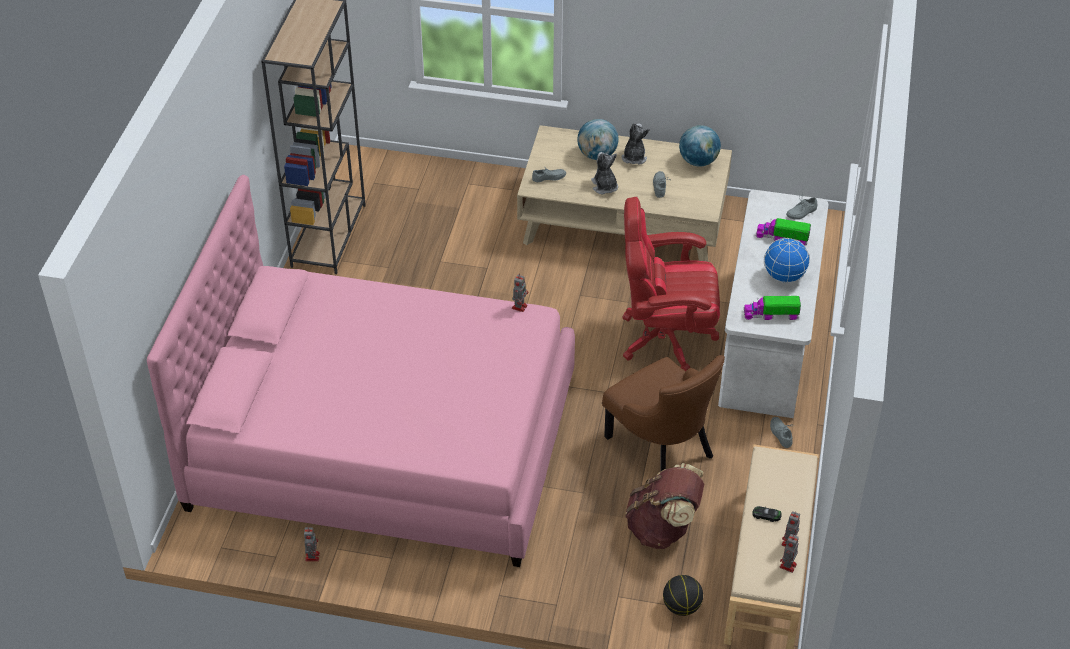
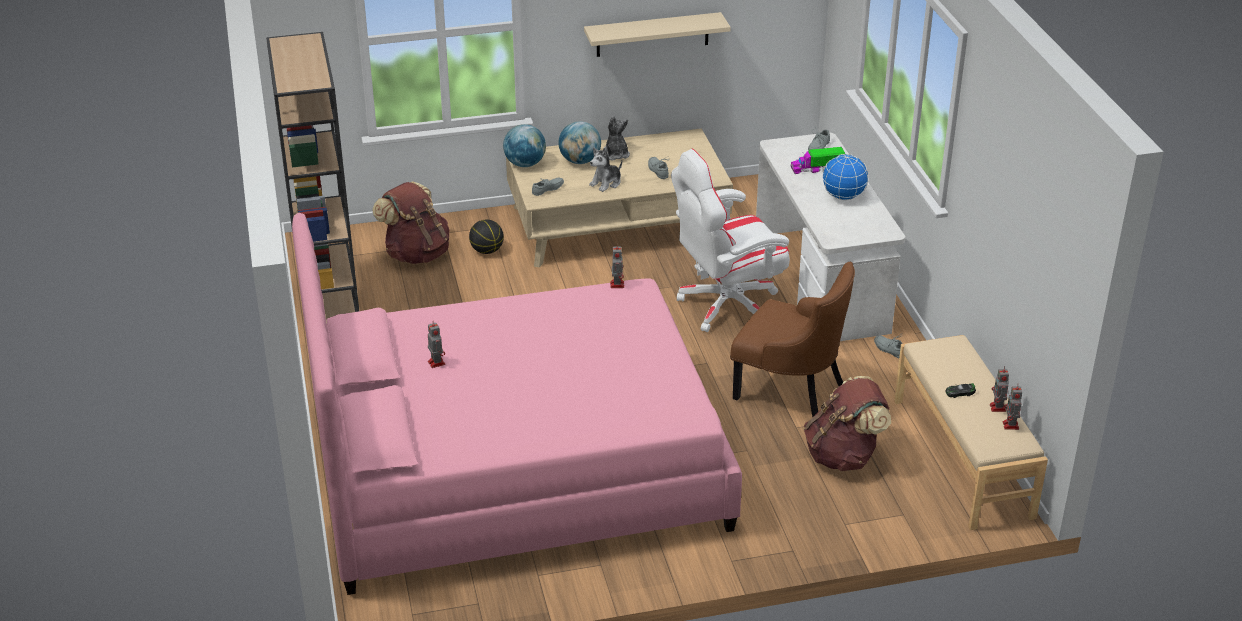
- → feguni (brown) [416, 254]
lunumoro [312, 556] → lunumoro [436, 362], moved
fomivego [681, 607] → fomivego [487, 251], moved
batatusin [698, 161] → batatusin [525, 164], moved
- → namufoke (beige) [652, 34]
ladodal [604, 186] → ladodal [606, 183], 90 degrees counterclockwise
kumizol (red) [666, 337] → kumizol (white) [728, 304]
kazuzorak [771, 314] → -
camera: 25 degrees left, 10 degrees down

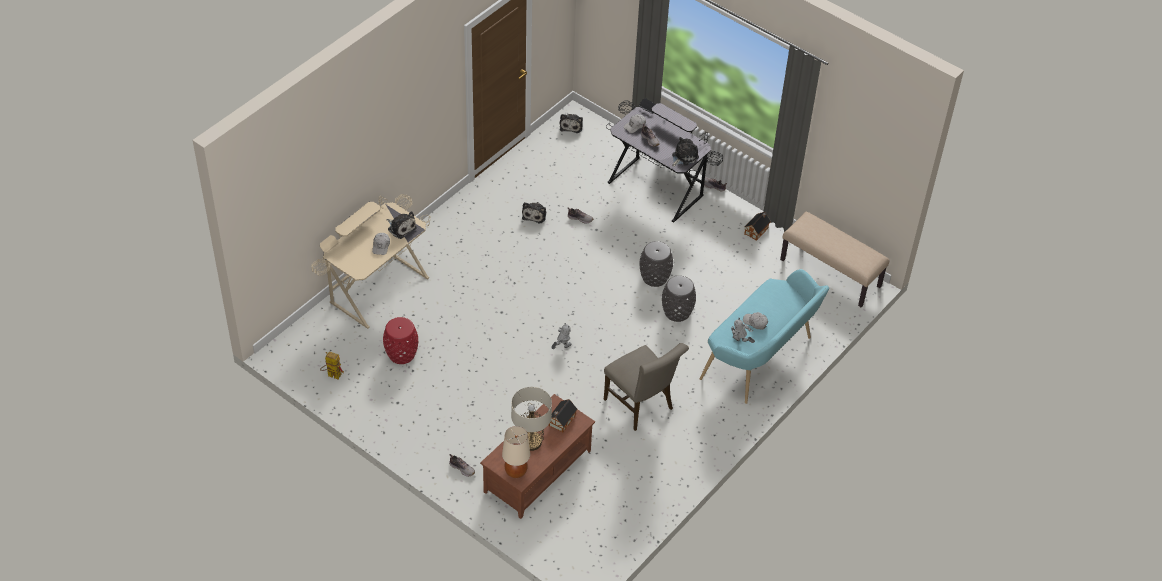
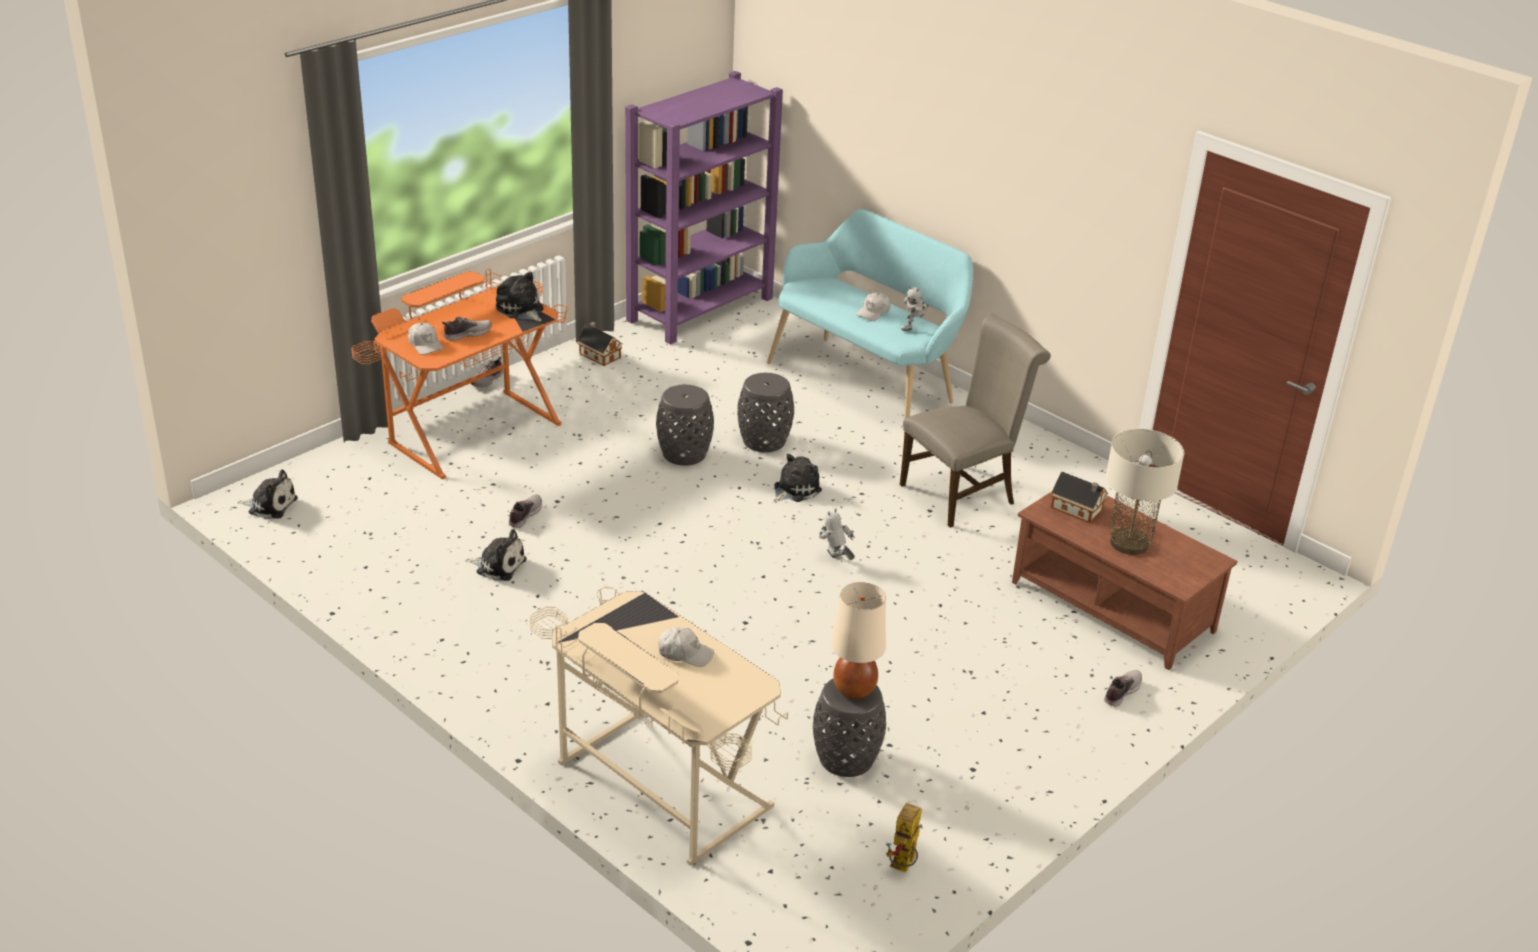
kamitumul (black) [657, 187] → kamitumul (orange) [472, 431]
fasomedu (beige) [831, 273] → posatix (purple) [700, 309]
ladodal [401, 227] → ladodal [794, 489], moved
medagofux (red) [401, 354] → medagofux (grey) [846, 758]
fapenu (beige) [516, 472] → fapenu (beige) [855, 690], moved
camera: 85 degrees left, 15 degrees down

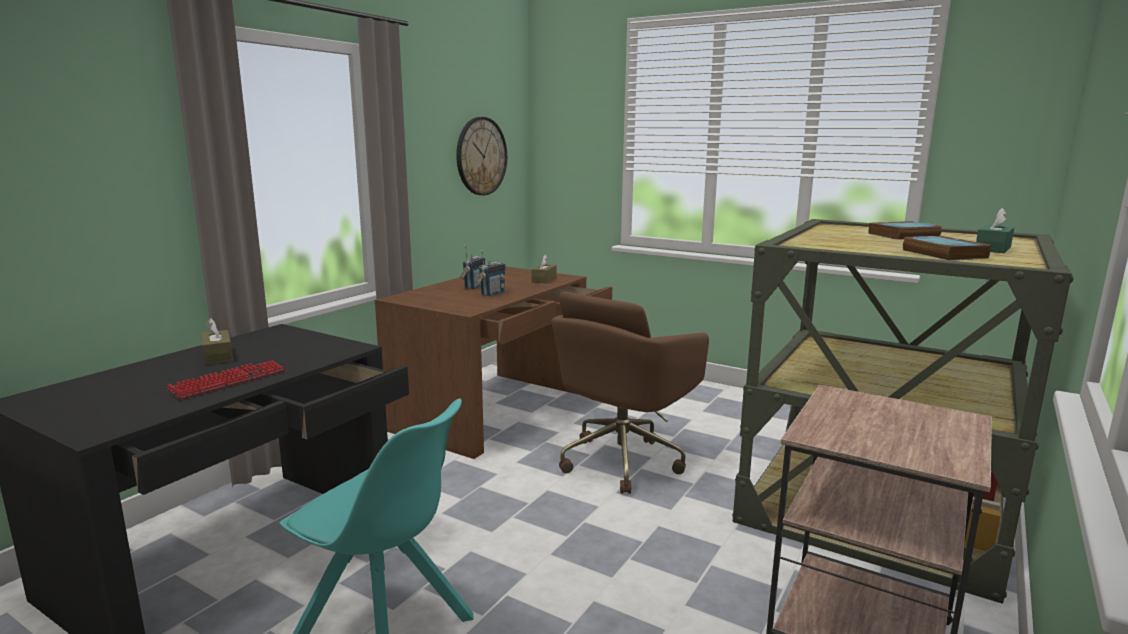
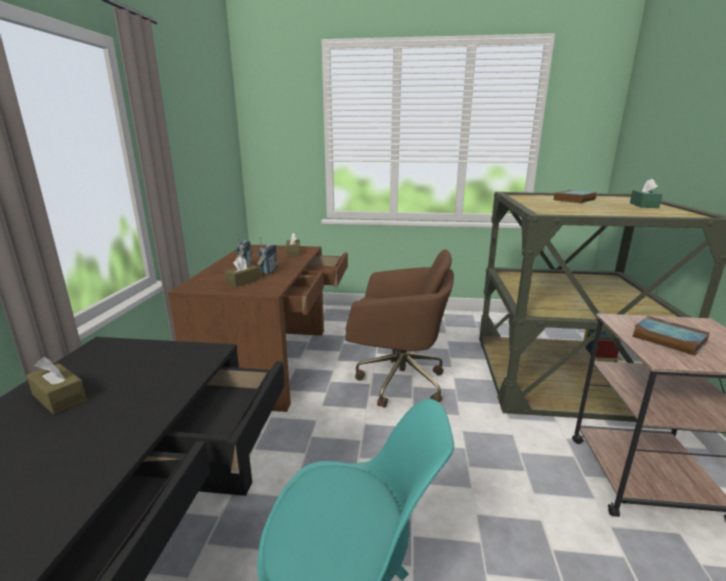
- → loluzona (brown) [243, 281]
kumizol (brown) [624, 460] → kumizol (brown) [397, 383], 90 degrees counterclockwise
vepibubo [941, 253] → vepibubo [666, 339], moved
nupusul [229, 381] → -
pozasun [481, 156] → -
camera: 25 degrees left, 5 degrees up

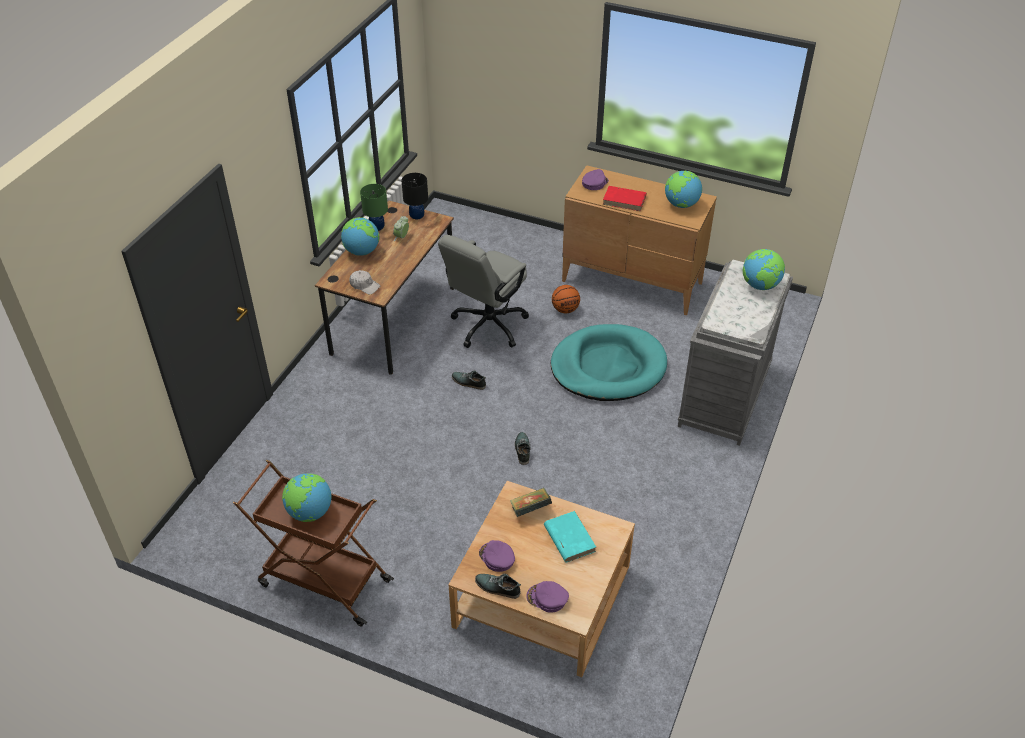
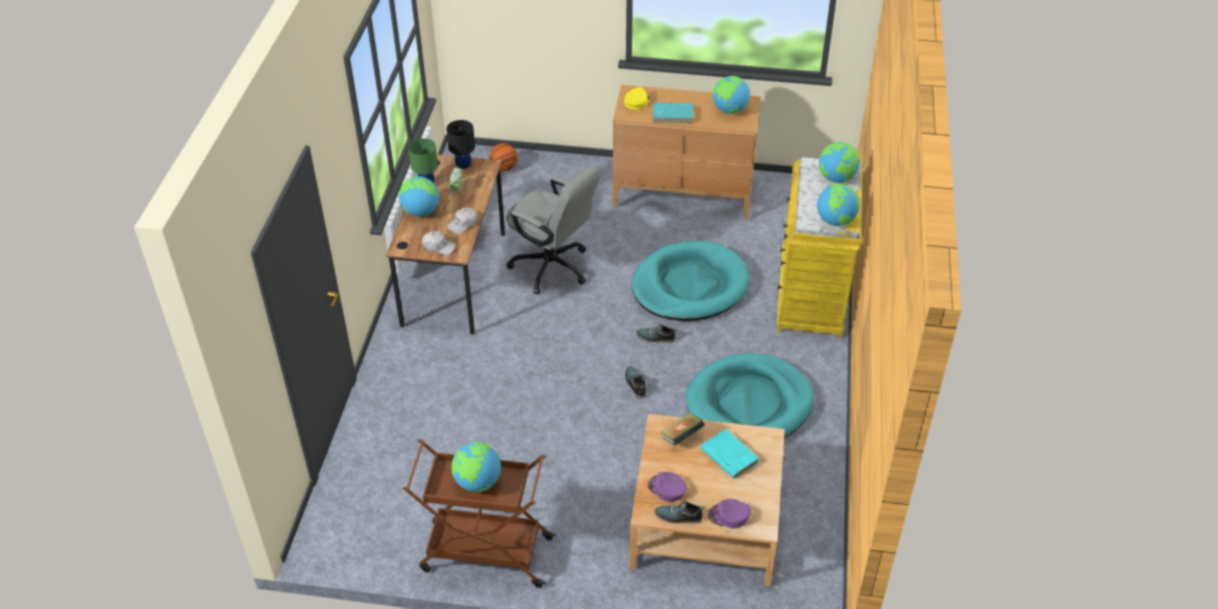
- → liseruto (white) [463, 224]
fomivego [565, 309] → fomivego [504, 168], moved
kumizol (grey) [487, 328] → kumizol (grey) [554, 269], 75 degrees counterclockwise
liseruto (purple) [594, 183] → liseruto (yellow) [636, 101]
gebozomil [468, 382] → gebozomil [655, 337], moved
vepibubo (red) [624, 200] → vepibubo (turquoise) [673, 115]
- → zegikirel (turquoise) [749, 404]
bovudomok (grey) [724, 395] → bovudomok (yellow) [811, 293]
- → batatusin [835, 221]
camera: 15 degrees left, 0 degrees up

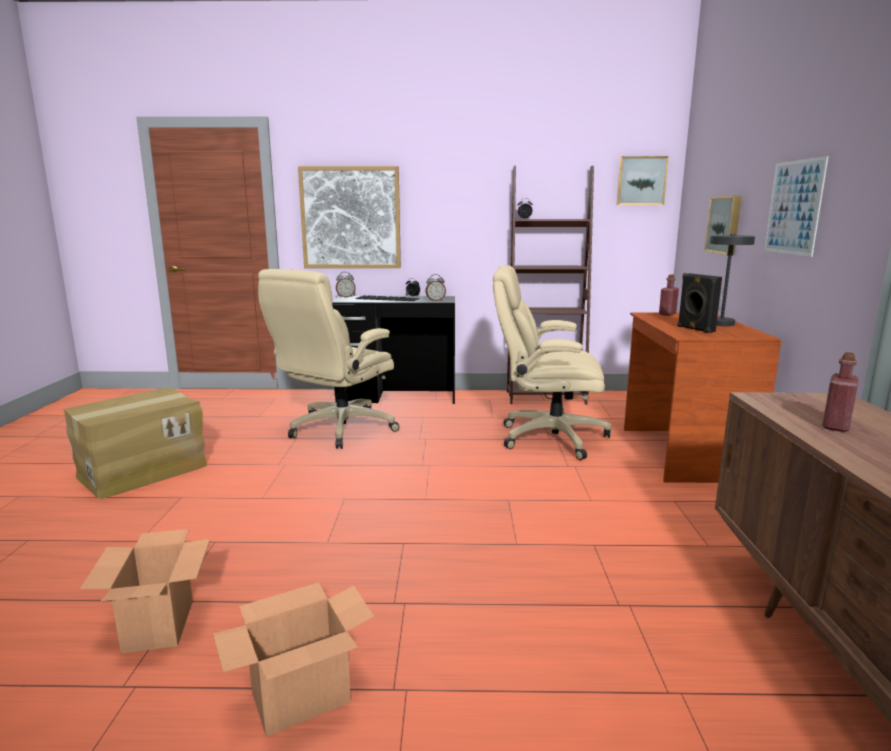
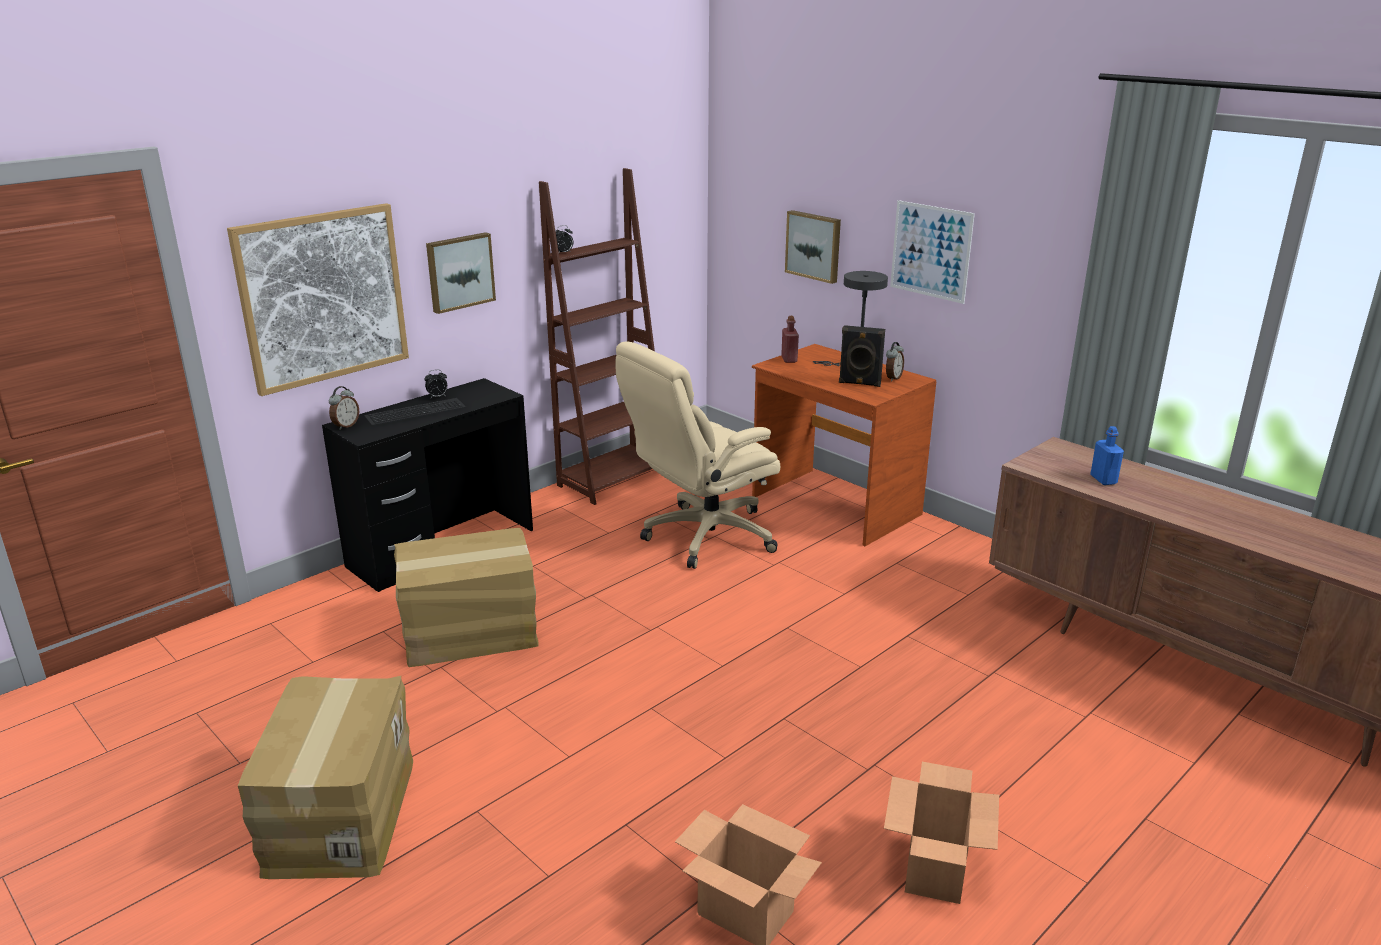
kumizol (beige) [336, 431] → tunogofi [470, 633]
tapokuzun [641, 181] → tapokuzun [459, 271], moved
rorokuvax [435, 300] → rorokuvax [893, 378], moved
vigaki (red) [835, 426] → vigaki (blue) [1103, 480]
camera: 45 degrees left, 10 degrees up

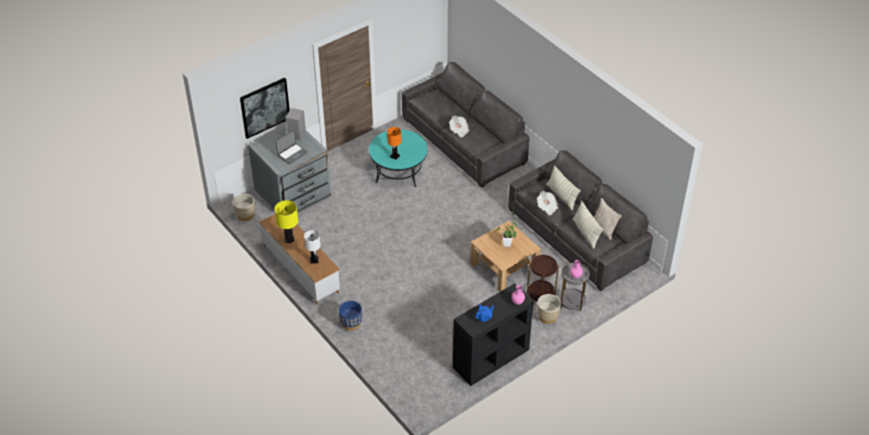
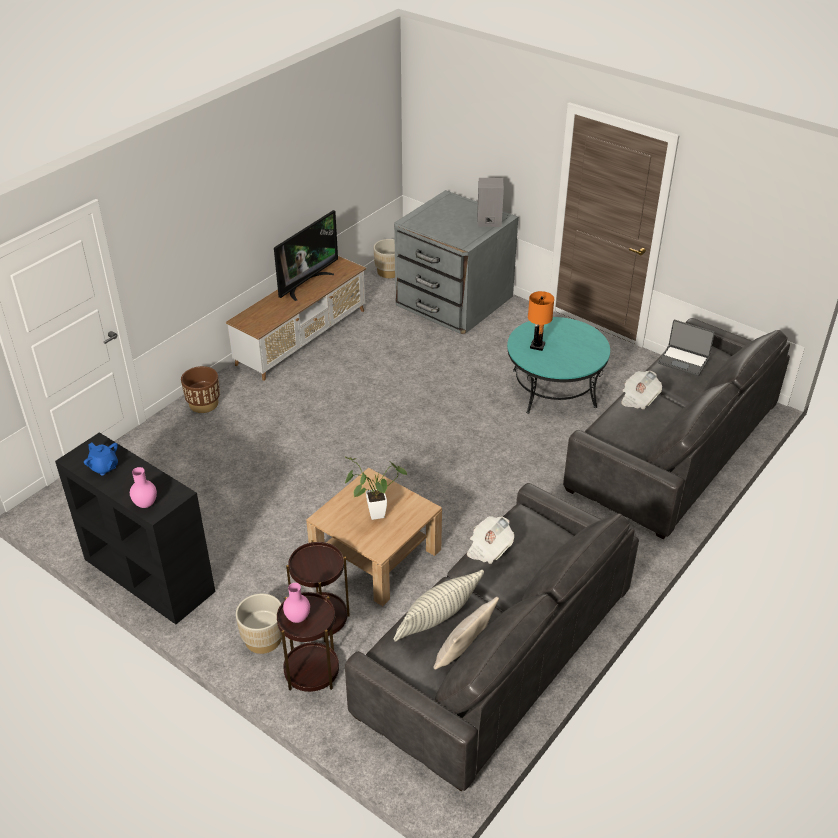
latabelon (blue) [351, 323] → latabelon (brown) [204, 404]
fapenu (yellow) [289, 239] → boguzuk [306, 284]
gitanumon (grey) [572, 301] → gitanumon (brown) [311, 672]
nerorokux [292, 154] → nerorokux [683, 361], moved
tapokuzun [265, 107] → -
fapenu (white) [314, 260] → -
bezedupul [561, 196] → -
camera: 75 degrees right, 5 degrees down

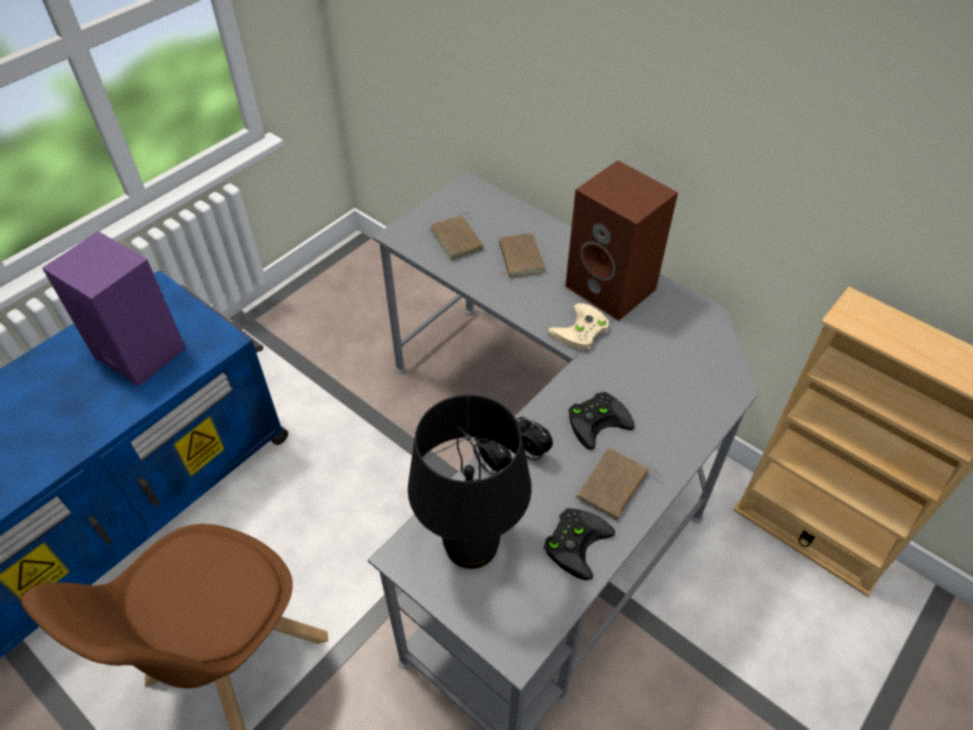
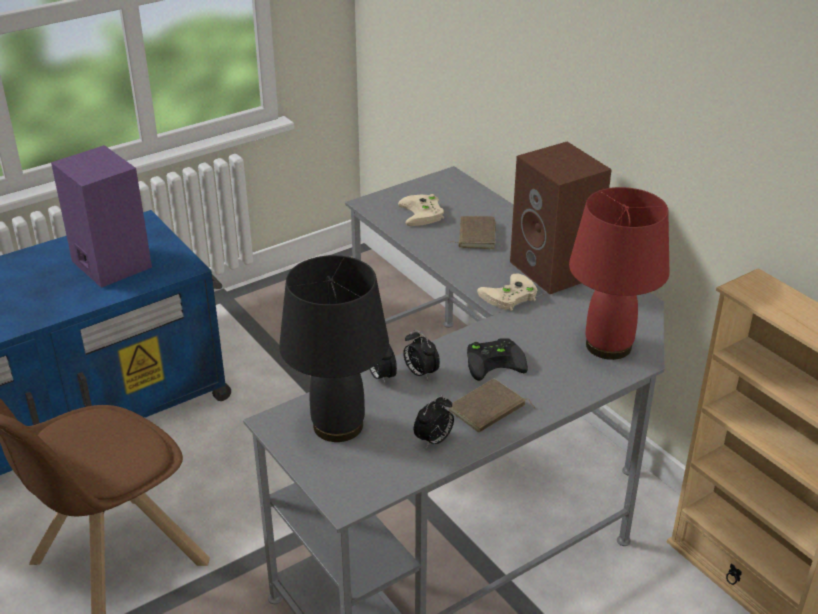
vepibubo (brown) [458, 239] → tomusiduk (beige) [423, 214]
tomusiduk (black) [575, 541] → rorokuvax [434, 440]
- → fapenu (red) [608, 346]
camera: 15 degrees right, 15 degrees down

